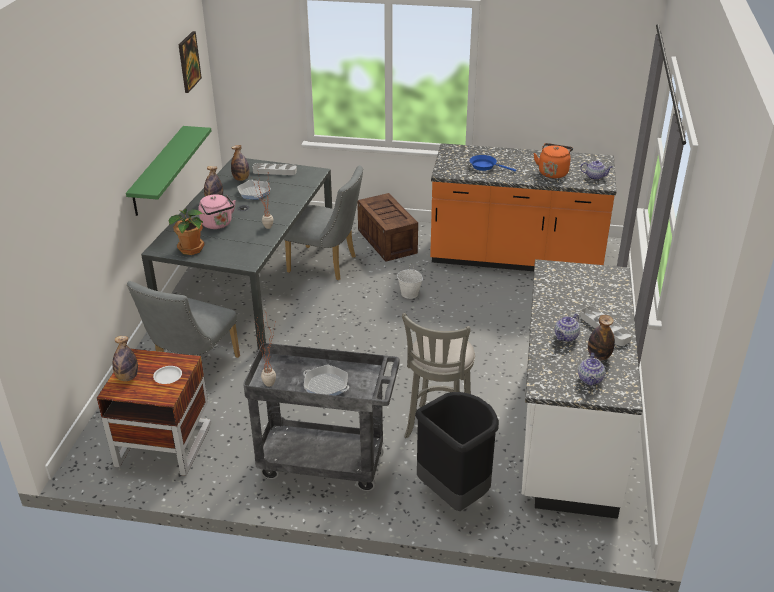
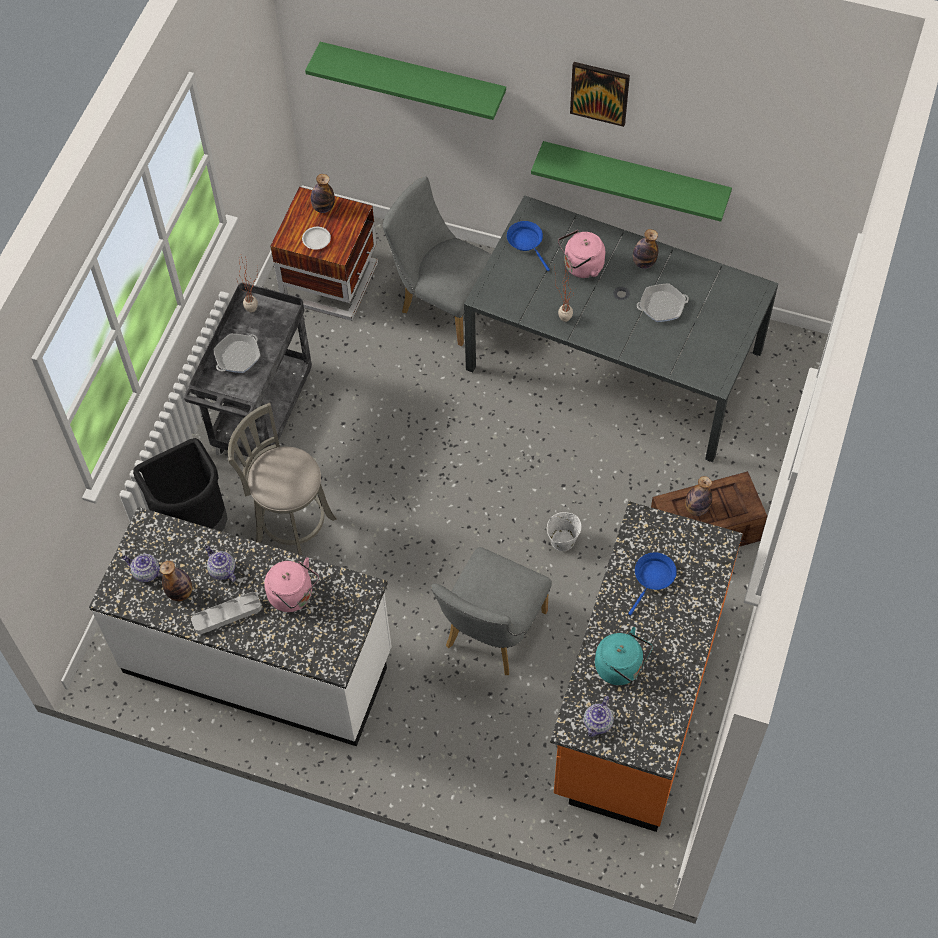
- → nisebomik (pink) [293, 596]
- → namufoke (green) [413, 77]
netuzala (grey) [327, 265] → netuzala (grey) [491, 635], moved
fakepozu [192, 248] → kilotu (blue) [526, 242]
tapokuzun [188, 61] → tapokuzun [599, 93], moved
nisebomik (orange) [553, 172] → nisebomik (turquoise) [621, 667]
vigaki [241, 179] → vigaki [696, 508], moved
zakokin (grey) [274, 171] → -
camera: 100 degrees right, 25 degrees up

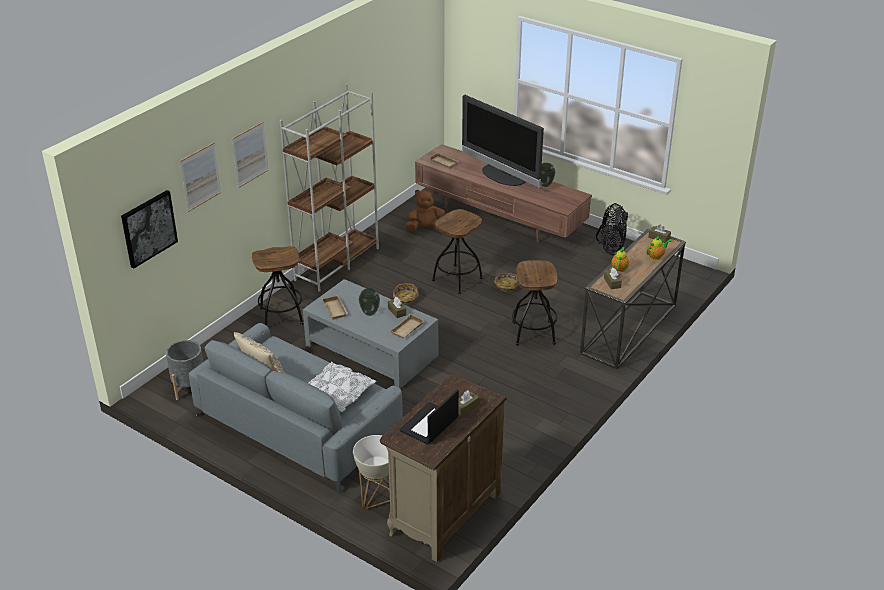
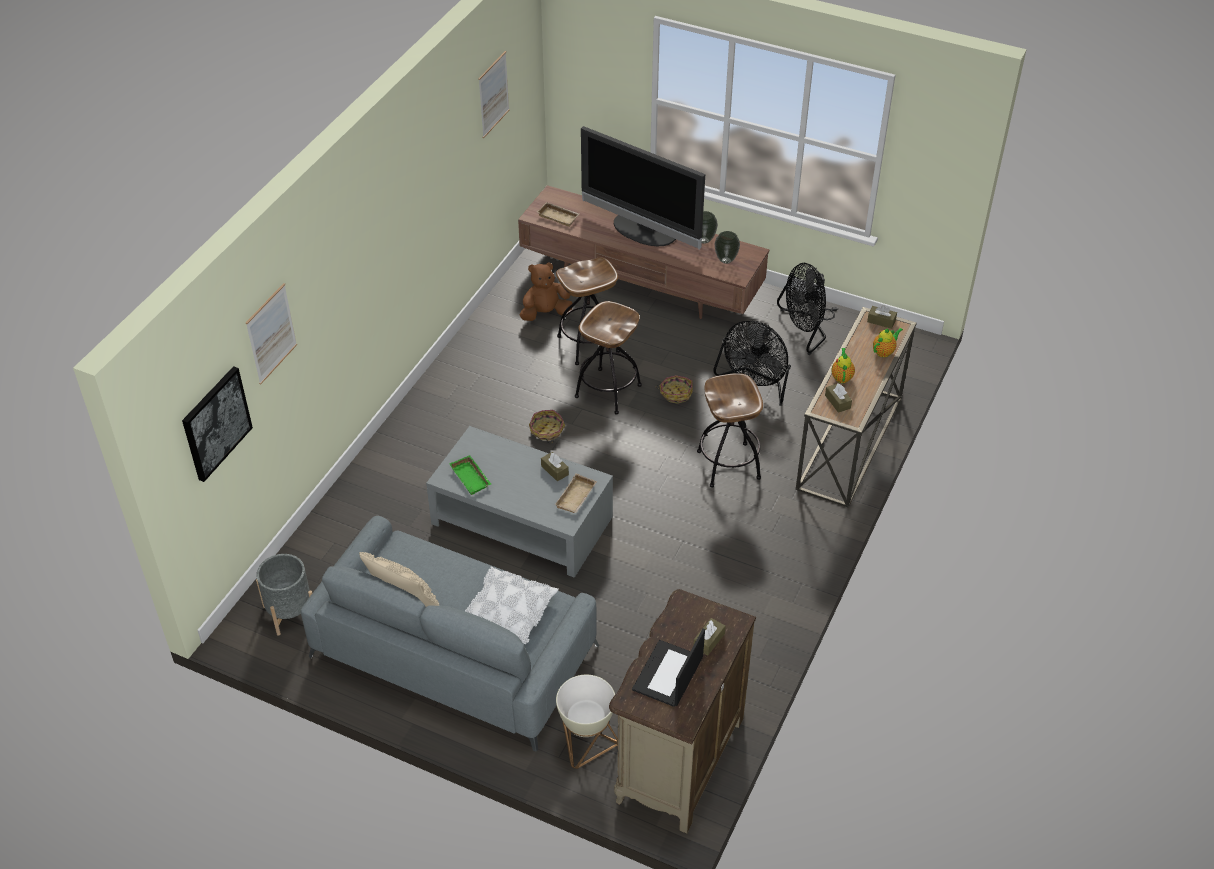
zakokin (beige) [336, 309] → zakokin (green) [472, 477]
tapokuzun [250, 154] → tapokuzun [493, 94], moved
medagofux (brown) [281, 316] → medagofux (brown) [588, 344], moved
- → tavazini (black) [754, 381]
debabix [369, 313] → debabix [725, 260], moved
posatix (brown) [337, 264] → -
camera: 10 degrees left, 10 degrees up

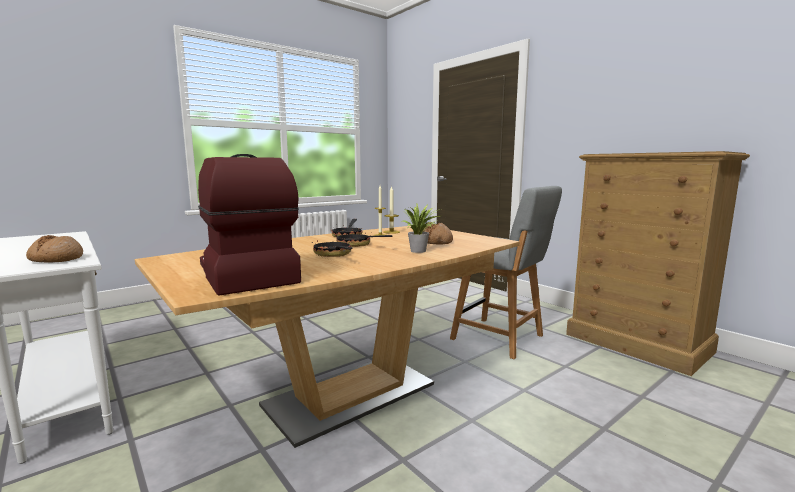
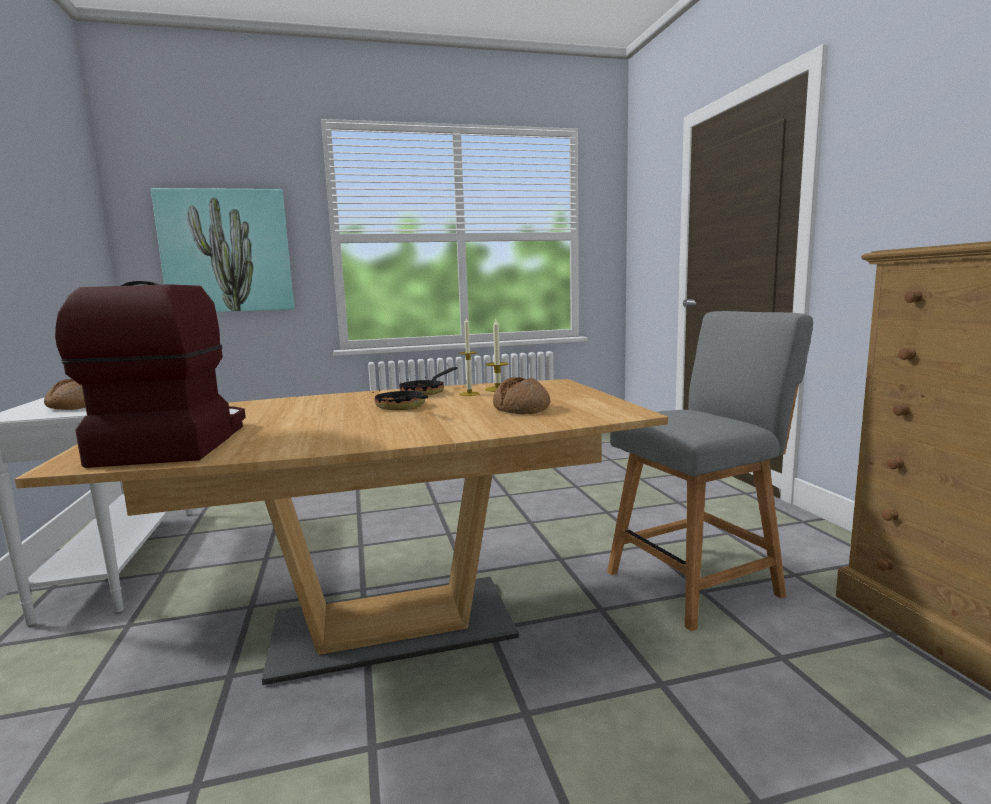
- → tapokuzun [227, 251]
netuzala (grey) [501, 338] → netuzala (grey) [698, 582], 90 degrees counterclockwise
kilotu [334, 255] → -
fakepozu [420, 251] → -
camera: 25 degrees right, 0 degrees up

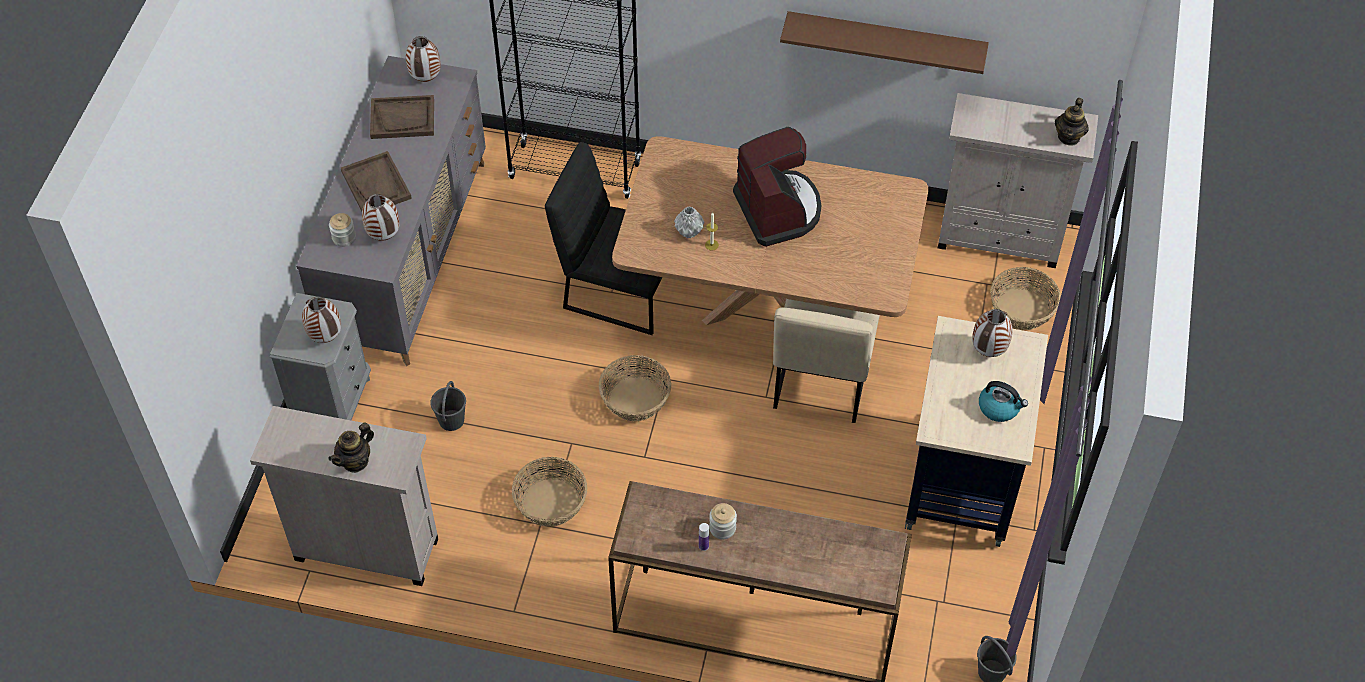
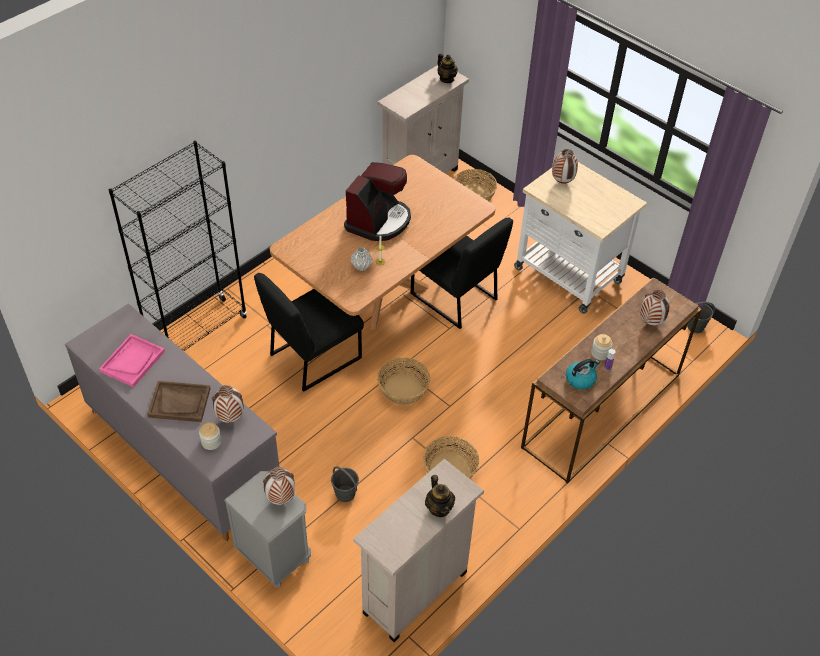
zakokin (brown) [403, 118] → zakokin (pink) [132, 361]
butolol [778, 210] → butolol [379, 221], 105 degrees clockwise
netuzala (beige) [821, 378] → netuzala (black) [455, 298]
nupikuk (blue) [962, 482] → nupikuk (white) [568, 276]
nisebomik [999, 407] → nisebomik [580, 379], moved
debabix [426, 79] → debabix [651, 323], moved
namufoke (brown) [885, 42] → -
camera: 60 degrees left, 5 degrees down

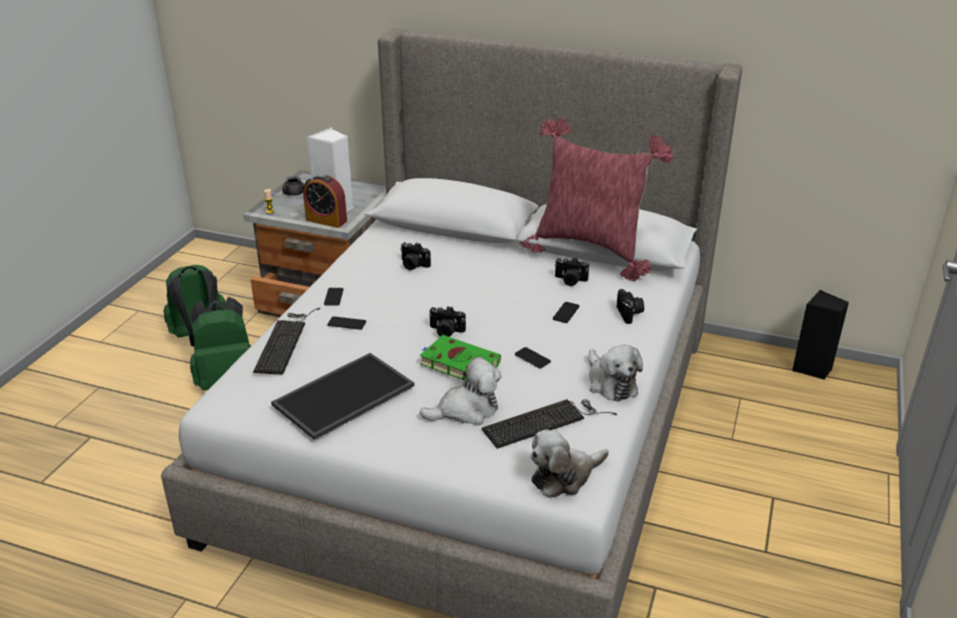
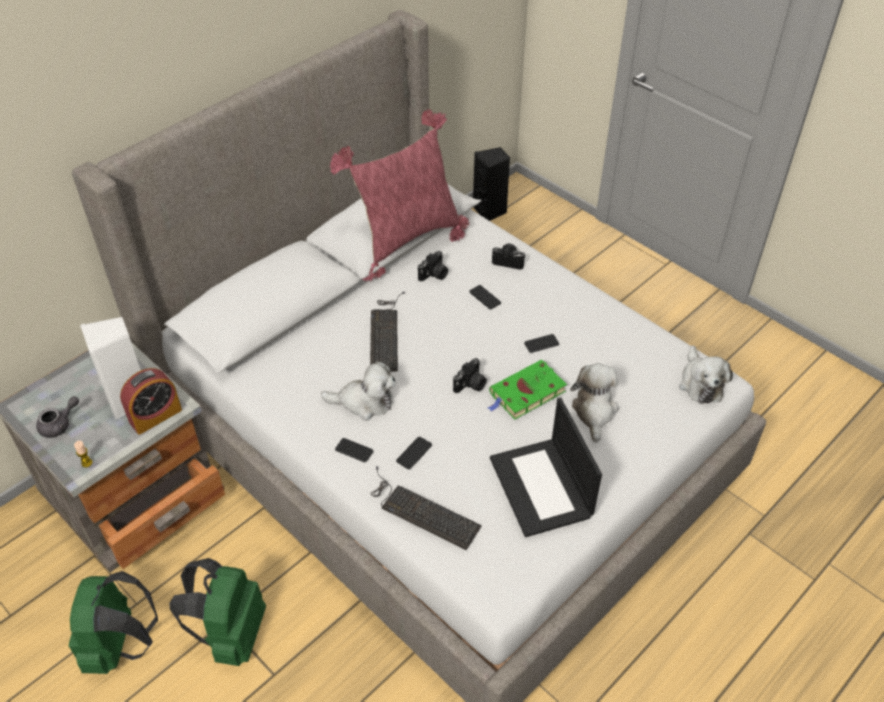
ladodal [610, 383] → ladodal [364, 402], moved
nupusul [545, 421] → nupusul [385, 333], moved
zakokin [344, 397] → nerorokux [542, 488]
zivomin [413, 265] → -
camera: 65 degrees left, 15 degrees up

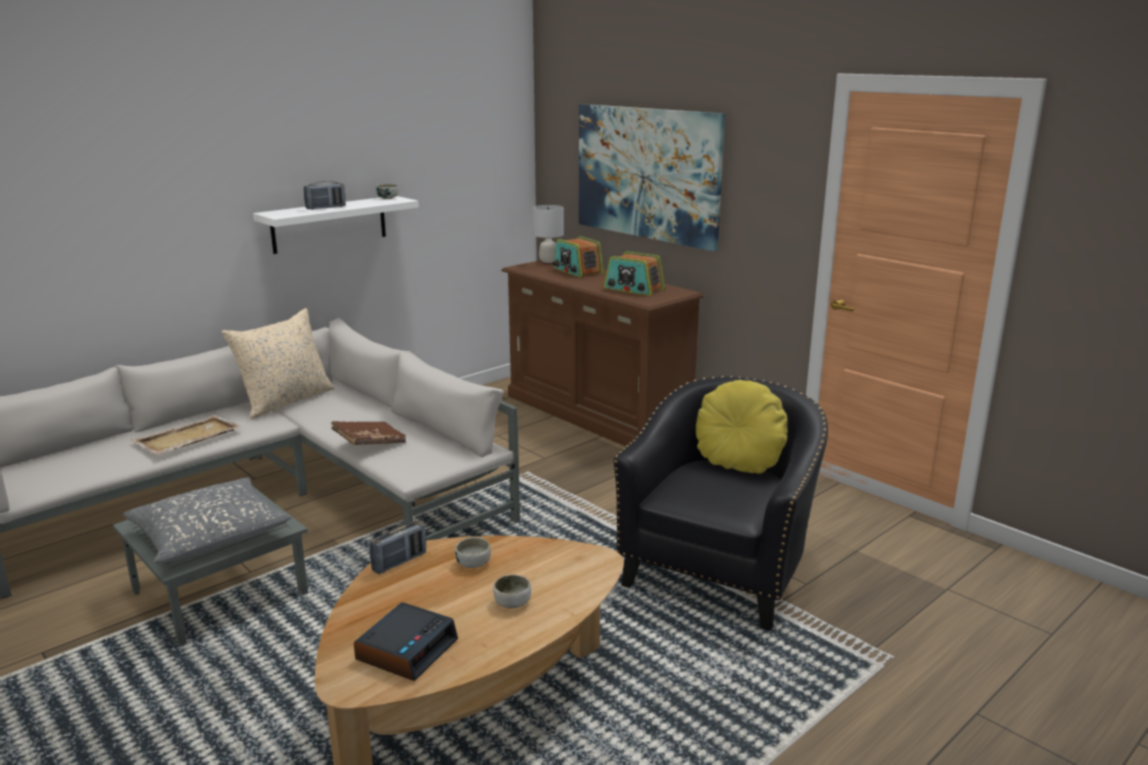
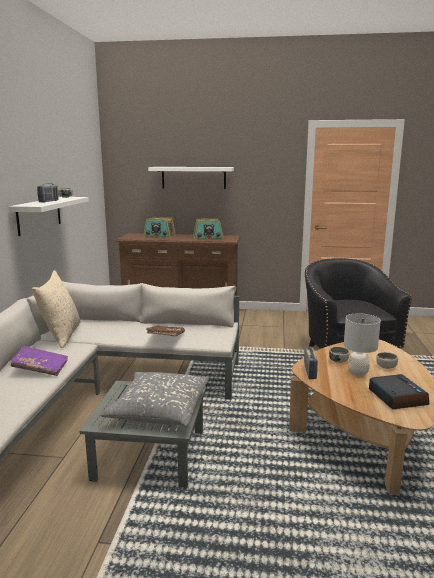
zakokin (beige) [186, 438] → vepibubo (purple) [40, 369]
tapokuzun [647, 173] → namufoke (white) [193, 177]
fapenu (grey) [548, 262] → fapenu (grey) [359, 373], moved
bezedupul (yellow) [738, 465] → -
camera: 40 degrees left, 5 degrees down

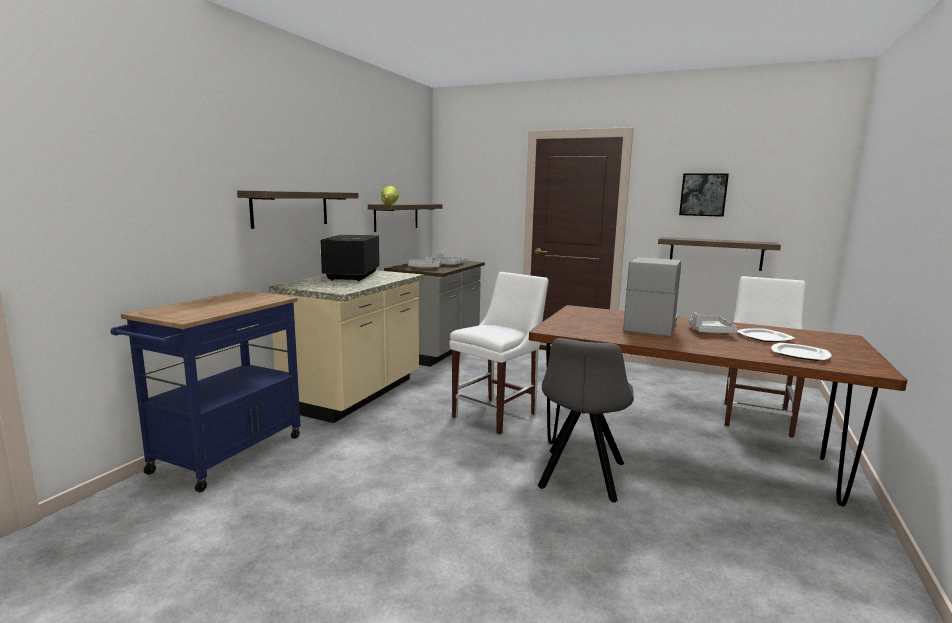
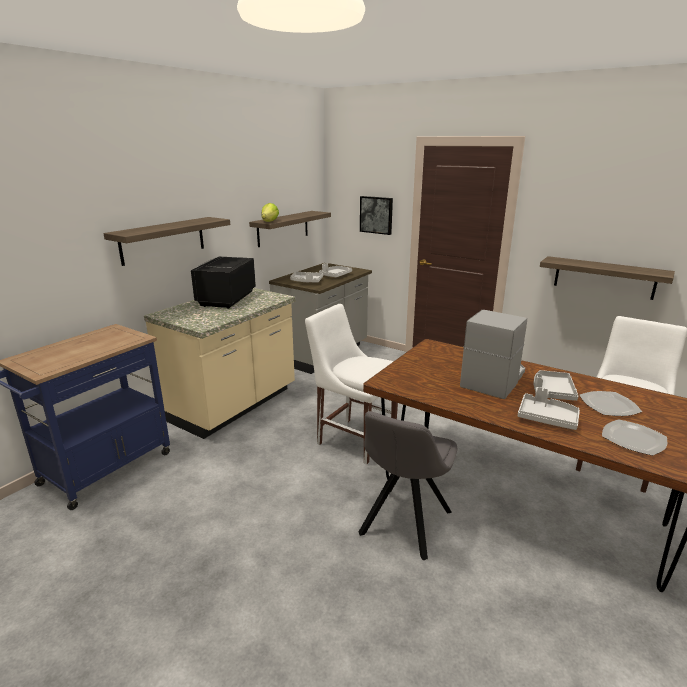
netuzala (white) [498, 414] → netuzala (white) [353, 438], 105 degrees counterclockwise
tapokuzun [703, 194] → tapokuzun [376, 215], moved
- → zakokin (grey) [547, 418]
camera: 10 degrees right, 10 degrees up

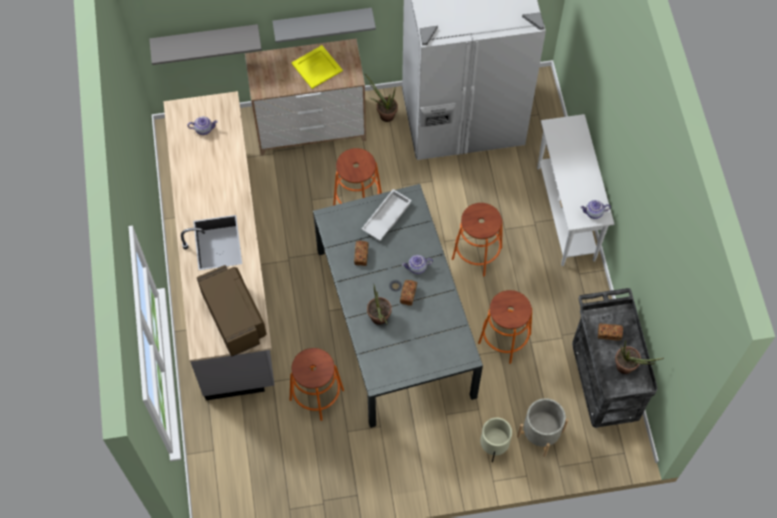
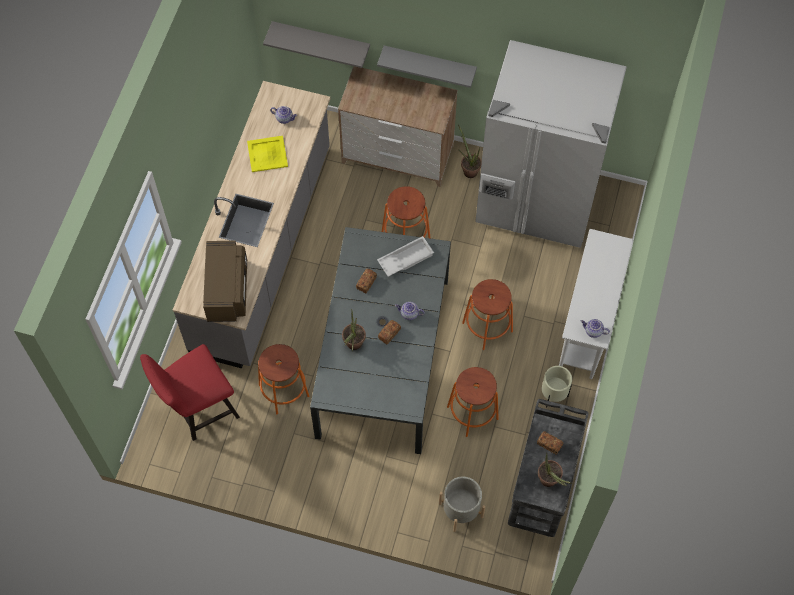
- → netuzala (red) [198, 410]
zakokin (yellow) [317, 67] → zakokin (yellow) [267, 154], moved
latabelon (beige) [493, 447] → latabelon (beige) [553, 396], moved
camera: 25 degrees right, 0 degrees up

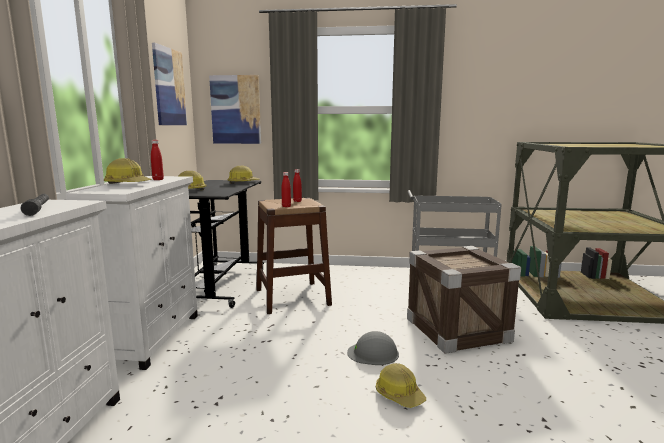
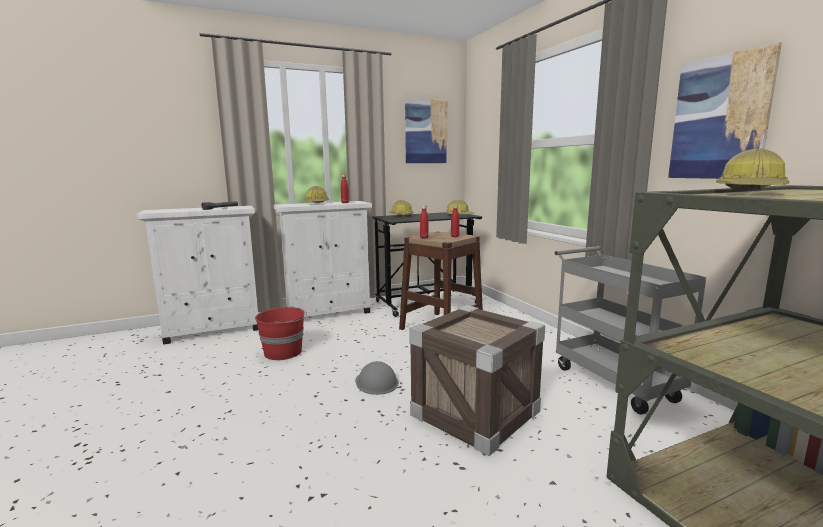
- → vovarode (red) [284, 352]
tapokuzun [236, 110] → tapokuzun [719, 118], moved
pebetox [399, 394] → pebetox [752, 191], moved
camera: 60 degrees right, 0 degrees up

